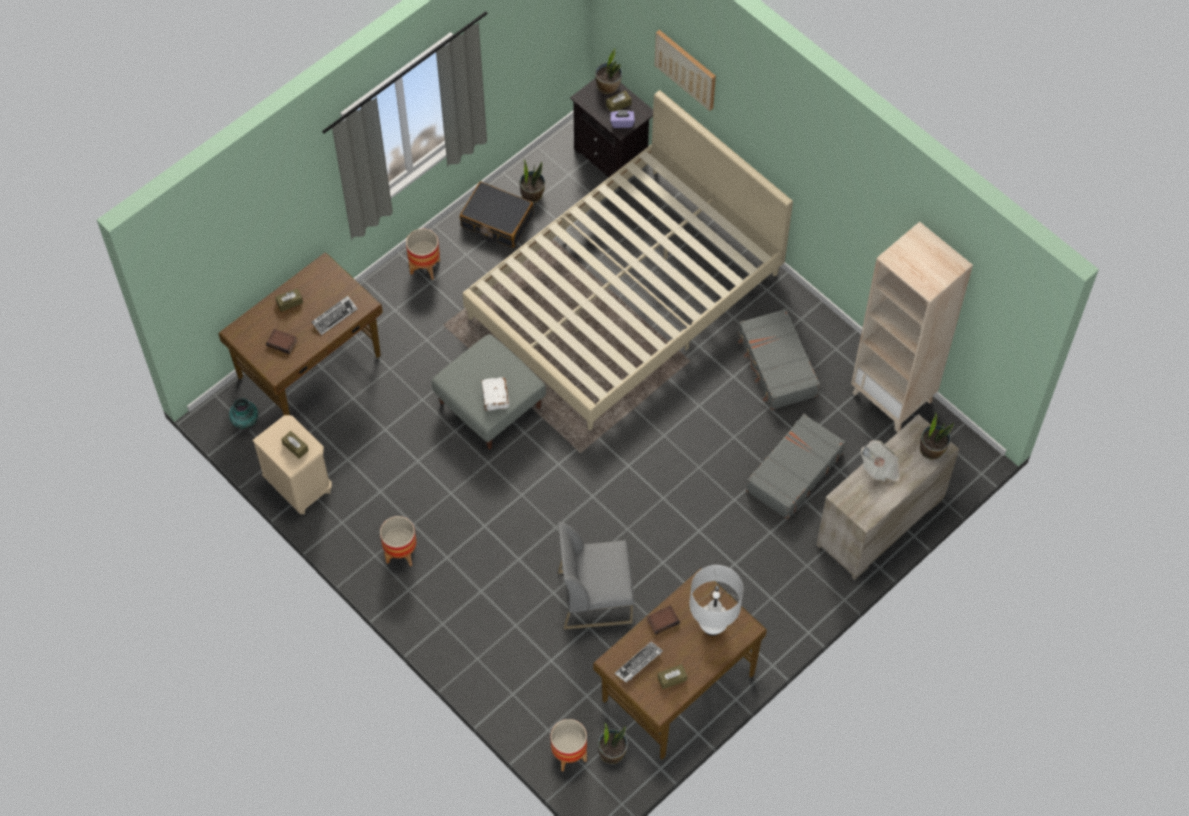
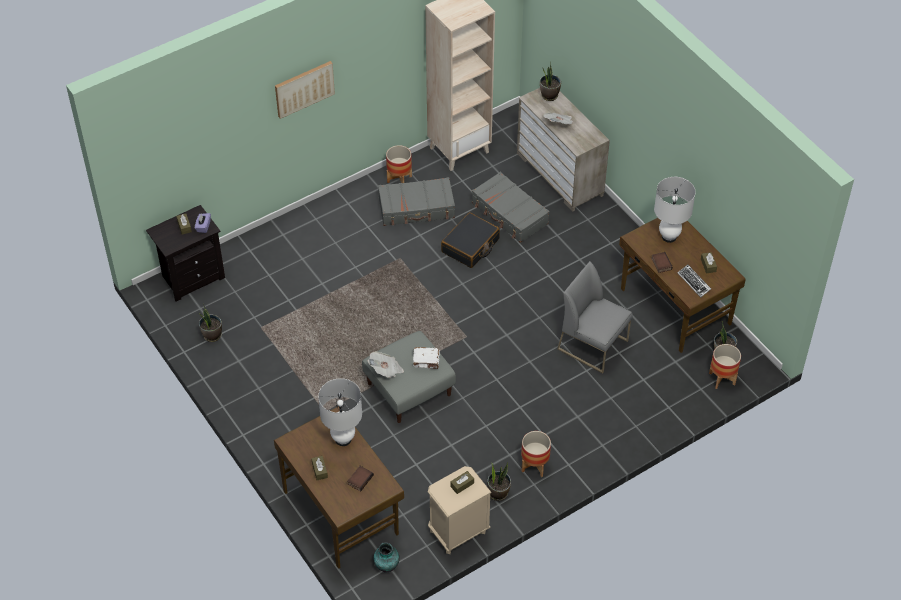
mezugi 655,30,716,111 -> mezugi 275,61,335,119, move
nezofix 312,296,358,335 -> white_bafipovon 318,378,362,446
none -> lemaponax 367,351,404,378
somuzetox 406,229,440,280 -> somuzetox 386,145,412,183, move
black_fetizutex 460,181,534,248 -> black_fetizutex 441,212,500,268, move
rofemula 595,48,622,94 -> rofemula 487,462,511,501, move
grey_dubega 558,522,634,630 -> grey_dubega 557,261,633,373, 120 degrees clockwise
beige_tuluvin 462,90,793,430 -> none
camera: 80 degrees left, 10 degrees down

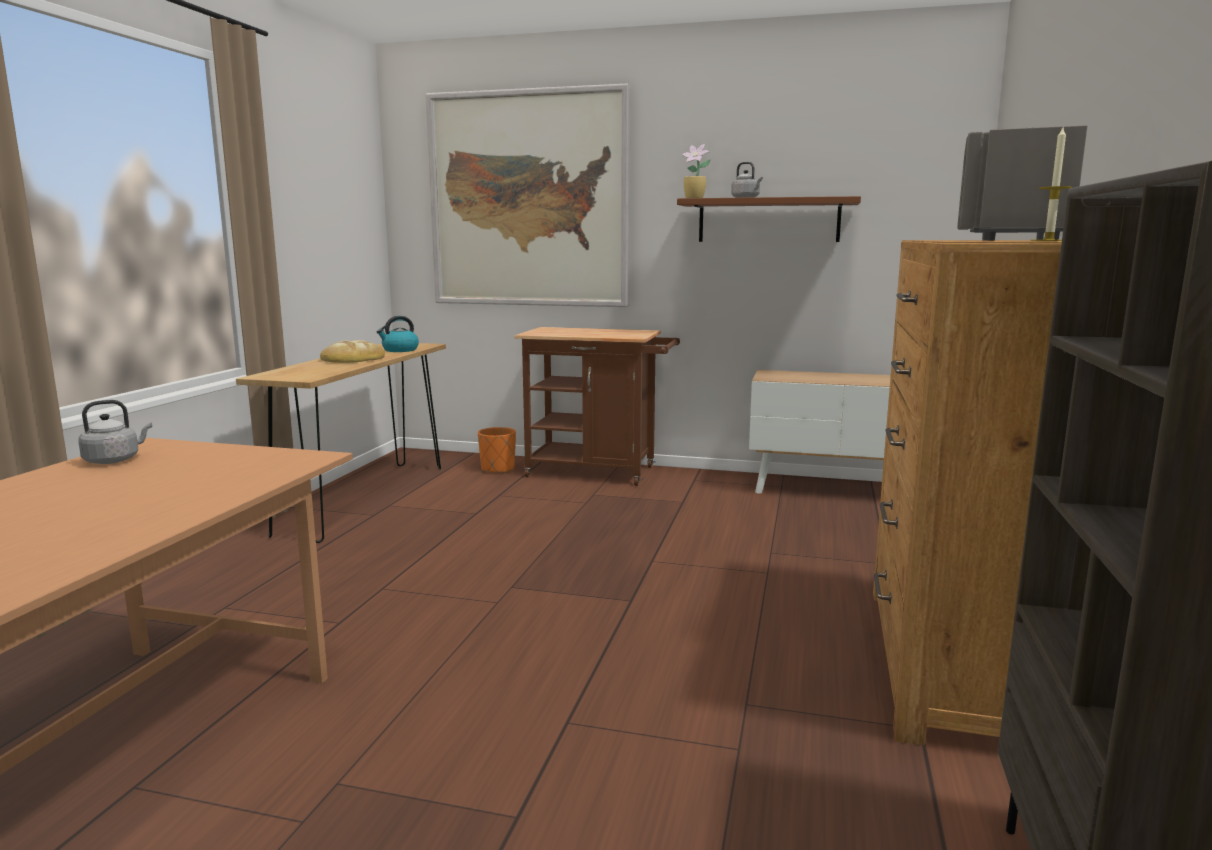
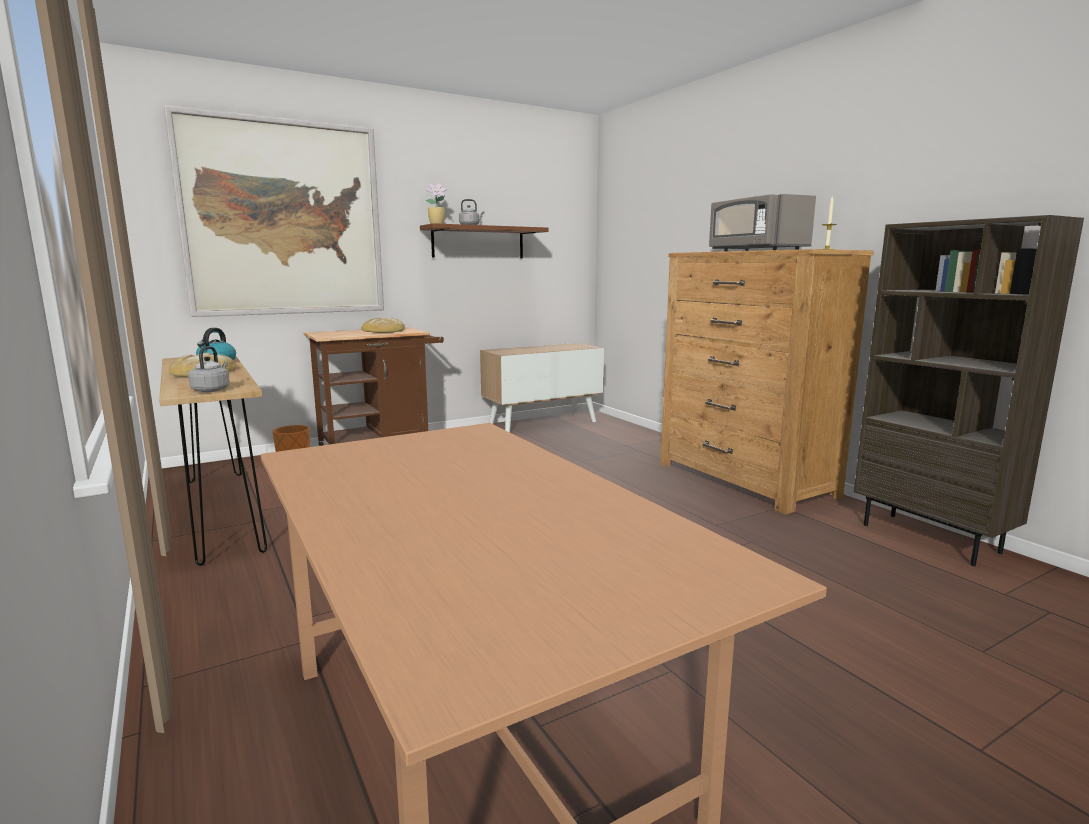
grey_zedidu 78,400,152,464 -> grey_zedidu 188,346,230,392, move
none -> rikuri 362,318,405,333
camera: 45 degrees left, 0 degrees up

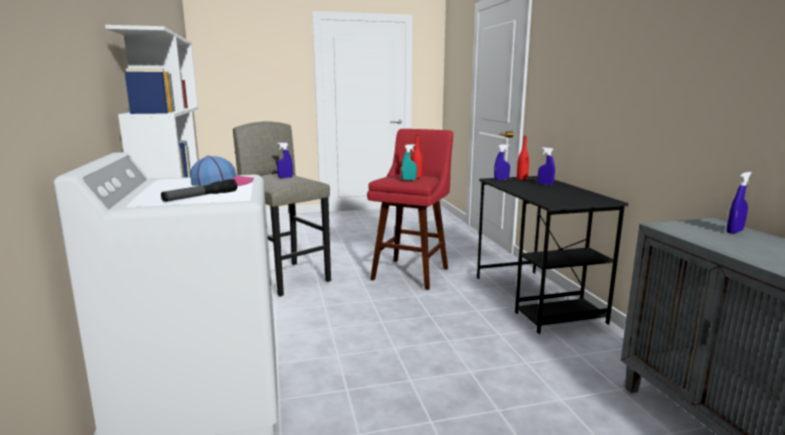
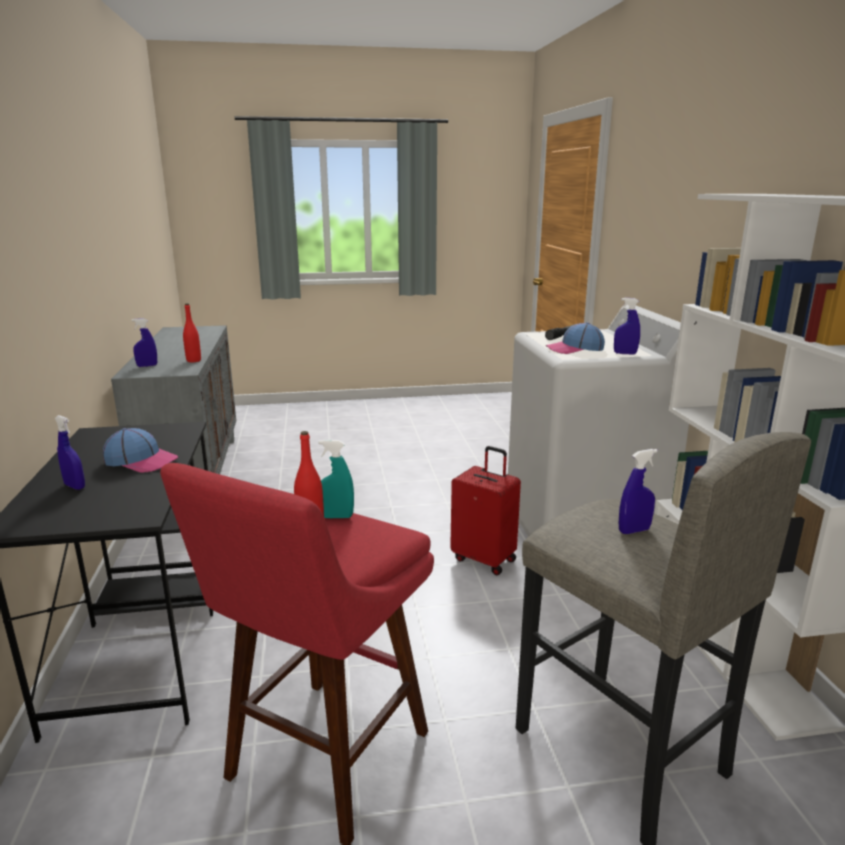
none -> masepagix 103,428,178,473
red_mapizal 517,136,529,180 -> red_mapizal 183,303,201,362, move
none -> red_fetizutex 450,446,521,575
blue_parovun 494,144,510,180 -> blue_parovun 614,298,640,354, move
camera: 175 degrees left, 5 degrees up

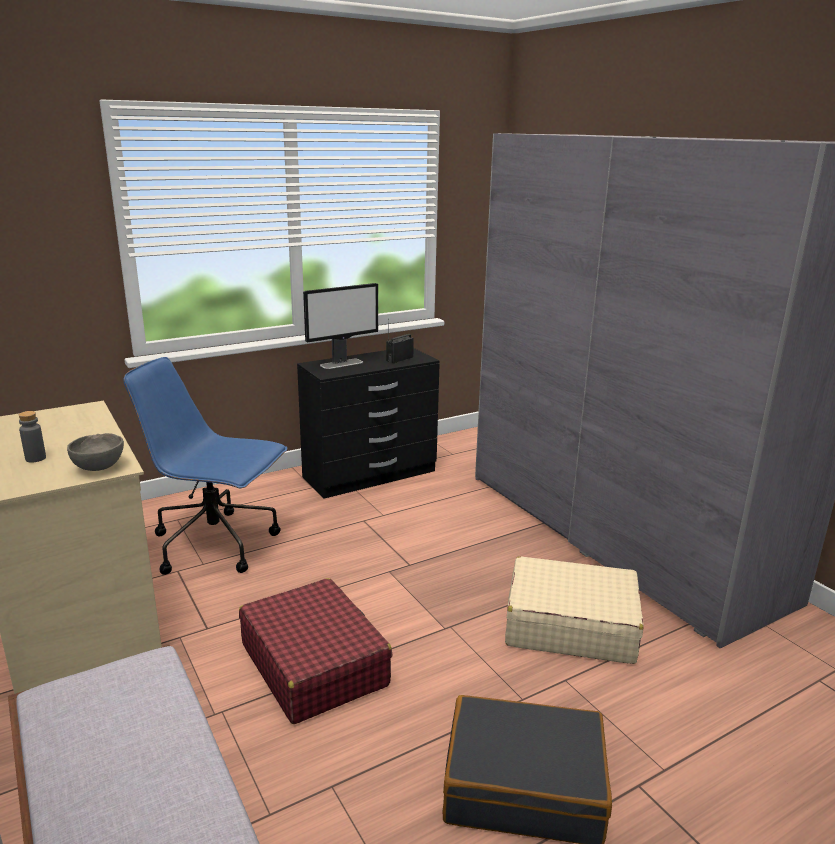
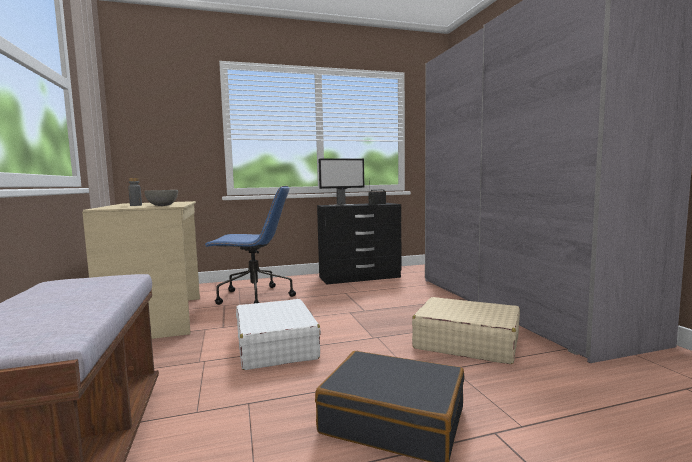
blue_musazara 123,357,287,575 -> blue_musazara 204,186,296,305, 150 degrees clockwise
red_fetizutex 239,578,392,724 -> white_fetizutex 236,299,321,370
camera: 15 degrees right, 15 degrees down

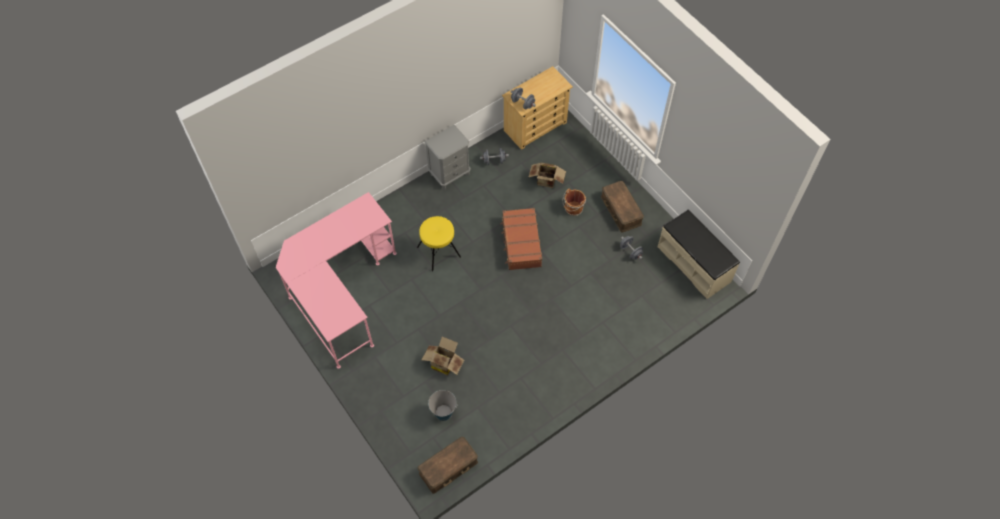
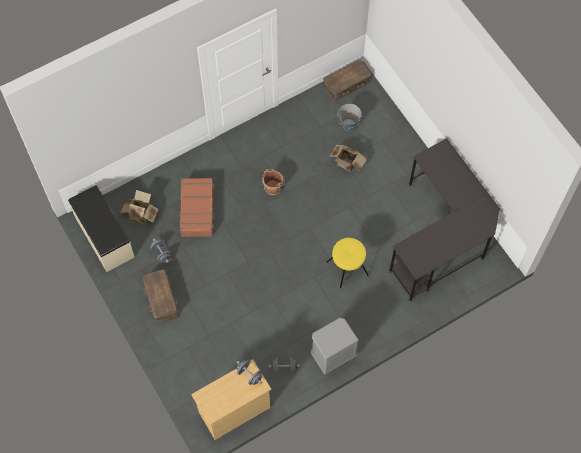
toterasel 529,163,566,188 -> toterasel 120,190,158,224, move
brown_fetizutex 500,208,542,270 -> brown_fetizutex 180,178,216,237, move
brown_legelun 562,188,586,216 -> brown_legelun 262,169,285,195, move
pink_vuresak 276,192,397,369 -> black_vuresak 389,138,500,302
camera: 175 degrees left, 5 degrees up

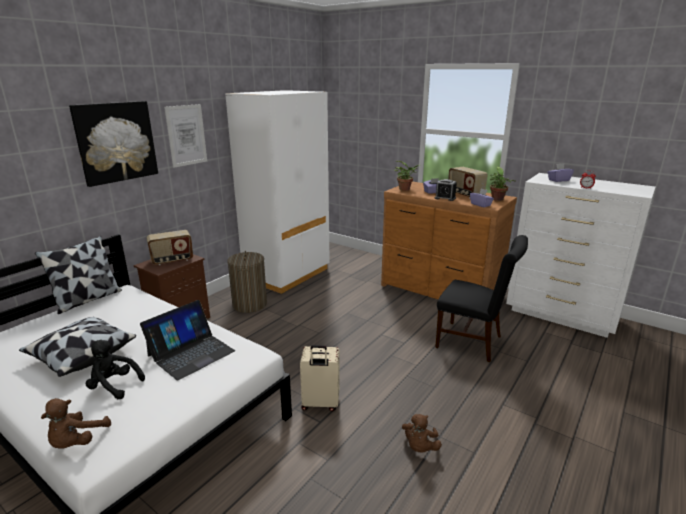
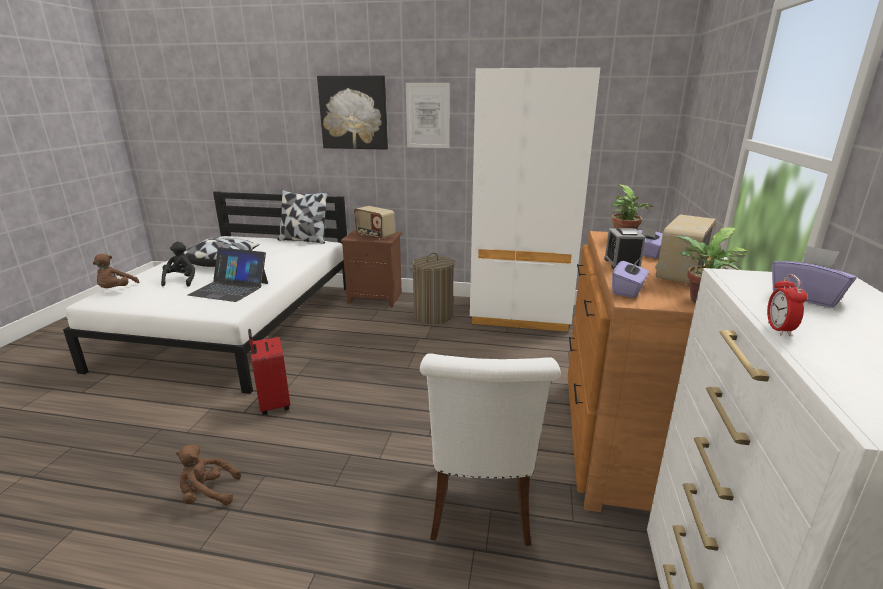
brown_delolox 41,398,111,448 -> brown_delolox 93,254,140,288, 75 degrees counterclockwise
beige_fetizutex 300,345,340,411 -> red_fetizutex 248,329,290,415
black_dubega 435,235,528,362 -> white_dubega 420,353,561,546
camera: 65 degrees right, 0 degrees up

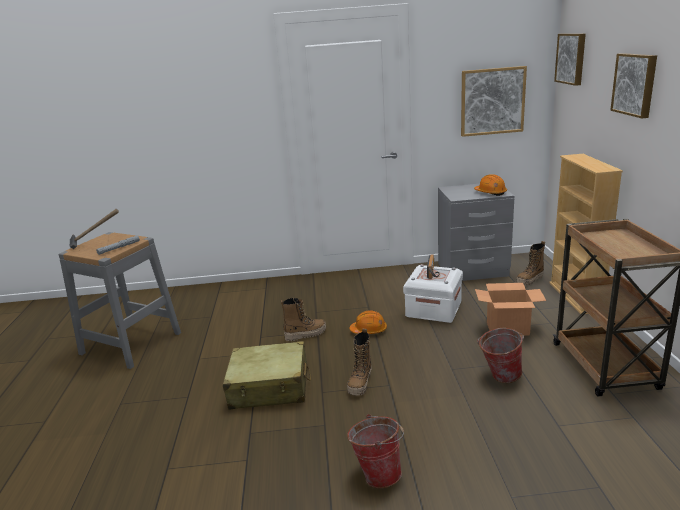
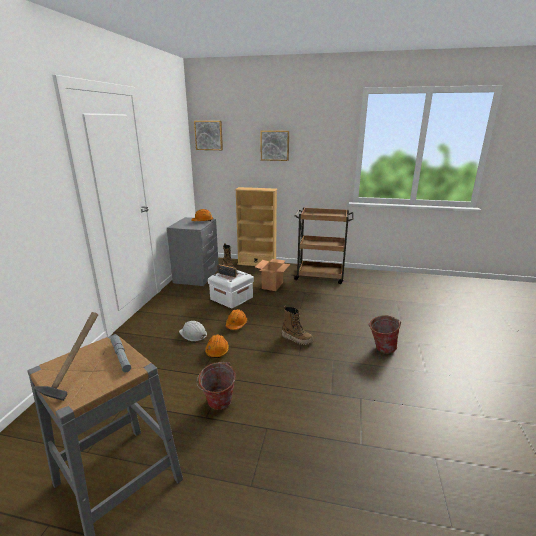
none -> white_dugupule 179,321,207,341
legelun 477,328,524,383 -> legelun 197,362,236,410, move
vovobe 281,298,326,341 -> orange_dugupule 205,335,229,358
beige_fetizutex 223,341,311,409 -> none
mezugi 461,66,527,137 -> none
camera: 75 degrees left, 0 degrees up

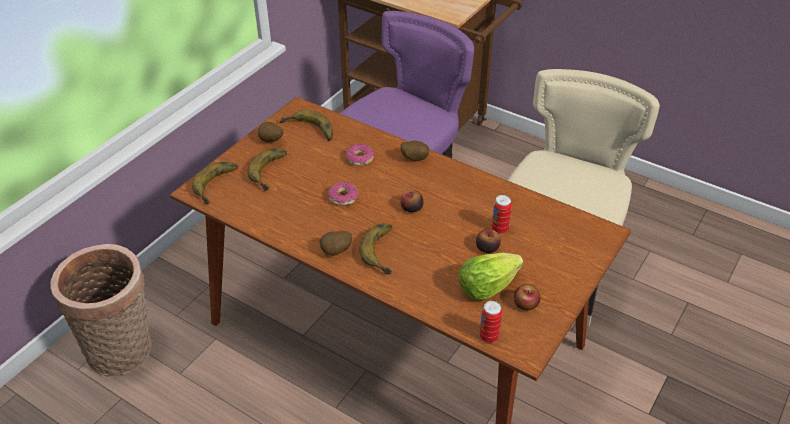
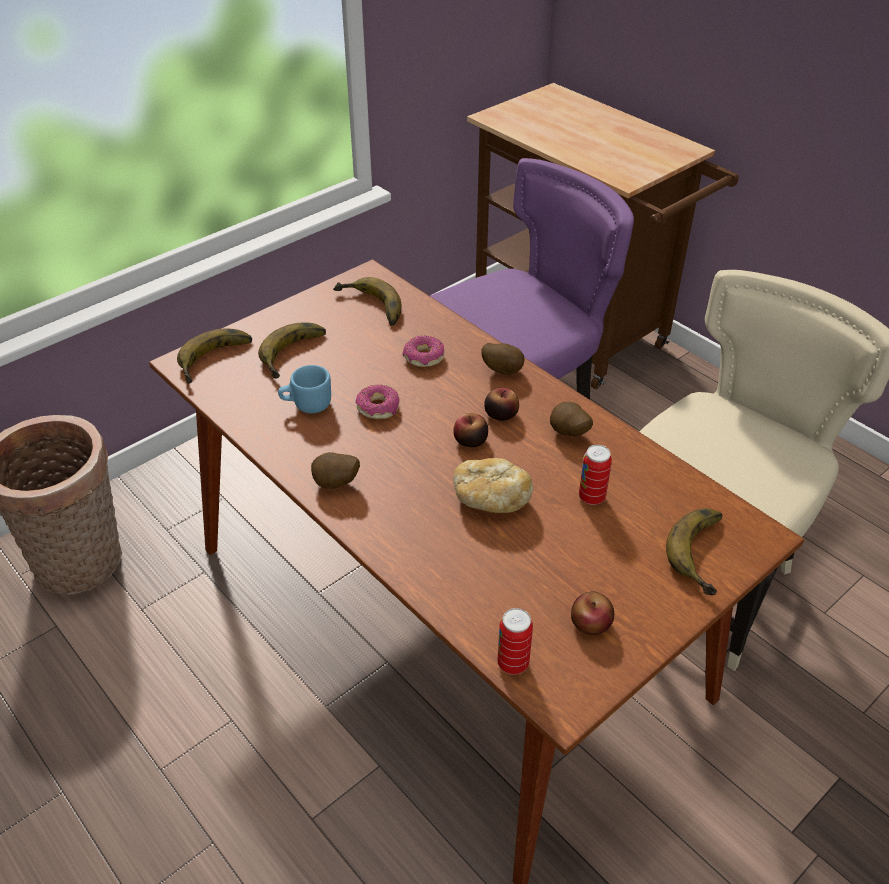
none -> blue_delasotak 278,365,331,413
none -> rikuri 453,458,533,513
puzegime 476,229,501,253 -> puzegime 484,388,519,421, move
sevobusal 258,122,283,142 -> sevobusal 550,402,593,437, move
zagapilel 359,223,392,275 -> zagapilel 666,508,722,595, move
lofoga 459,253,523,301 -> none
camera: 15 degrees right, 0 degrees up

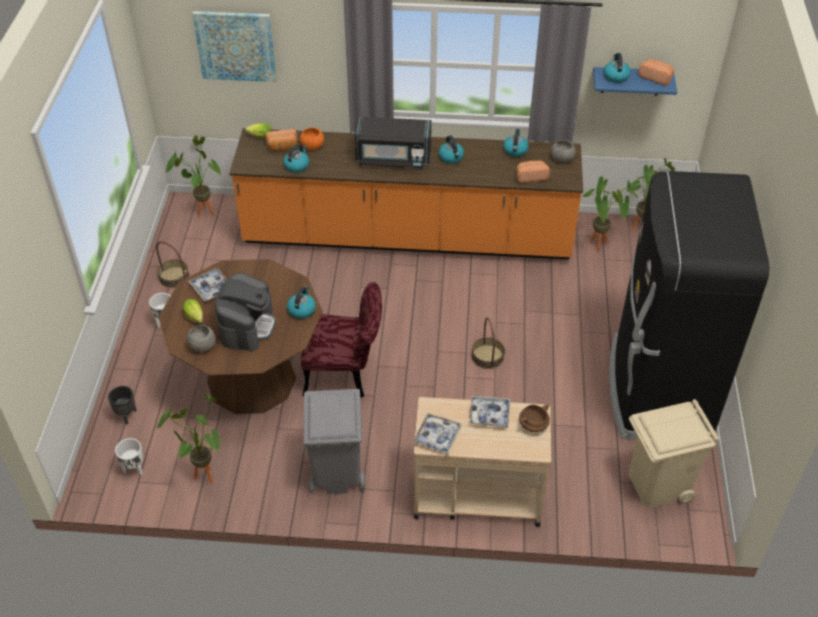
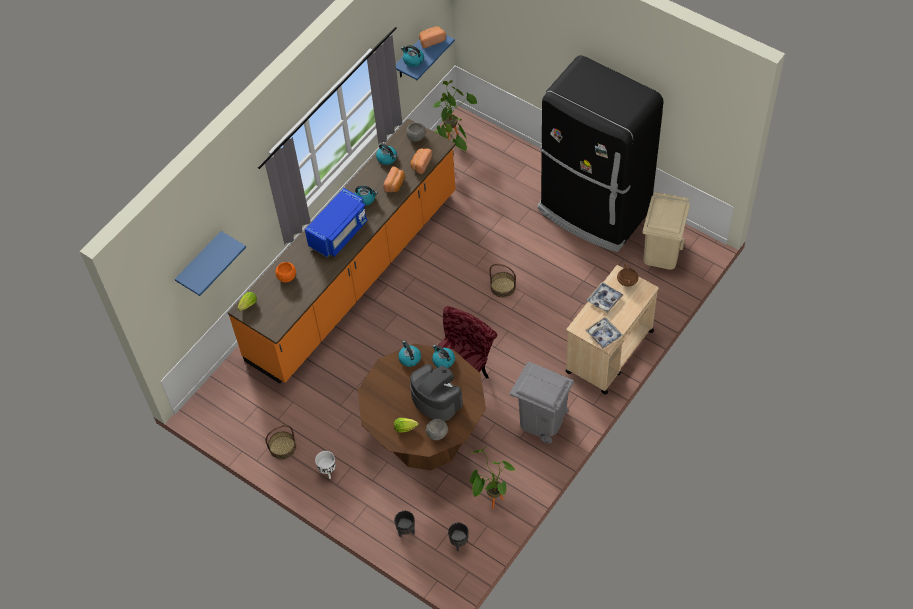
mezugi 192,11,277,82 -> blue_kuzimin 175,231,246,296
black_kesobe 354,117,432,168 -> blue_kesobe 305,188,368,258
rikuri 265,129,298,151 -> rikuri 383,167,405,192, move
zedidu 283,144,309,173 -> zedidu 398,340,421,367, move
white_somuzetox 115,438,144,475 -> black_somuzetox 448,523,468,551
rofemula 166,135,222,218 -> none
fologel 188,268,227,301 -> none
camera: 55 degrees left, 10 degrees up

